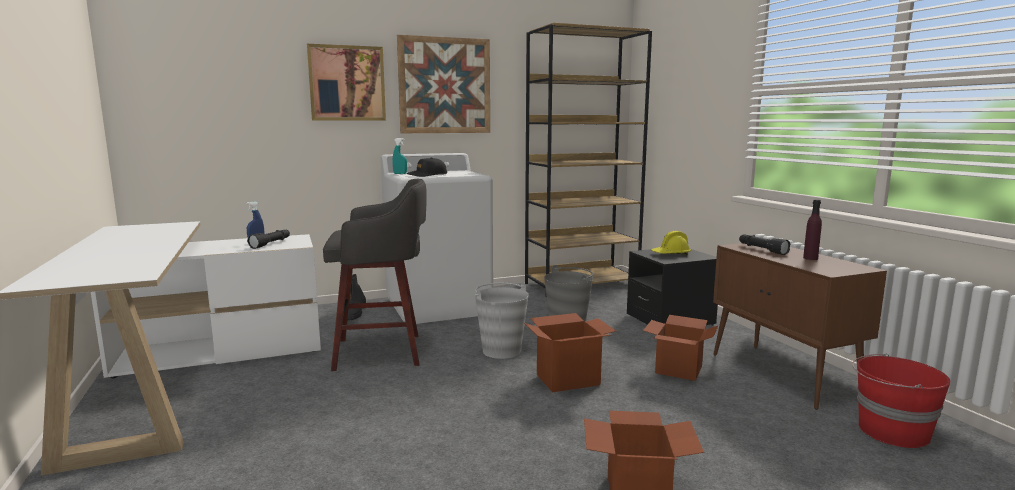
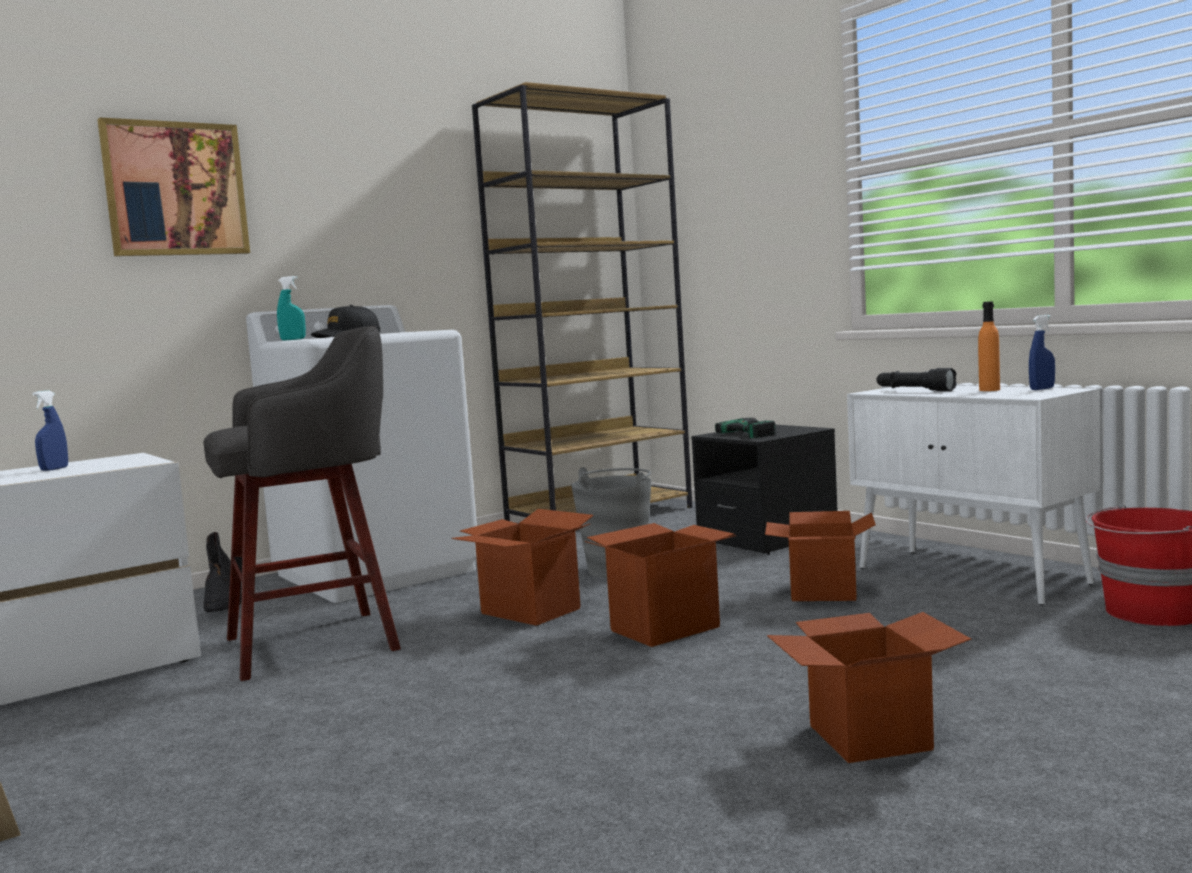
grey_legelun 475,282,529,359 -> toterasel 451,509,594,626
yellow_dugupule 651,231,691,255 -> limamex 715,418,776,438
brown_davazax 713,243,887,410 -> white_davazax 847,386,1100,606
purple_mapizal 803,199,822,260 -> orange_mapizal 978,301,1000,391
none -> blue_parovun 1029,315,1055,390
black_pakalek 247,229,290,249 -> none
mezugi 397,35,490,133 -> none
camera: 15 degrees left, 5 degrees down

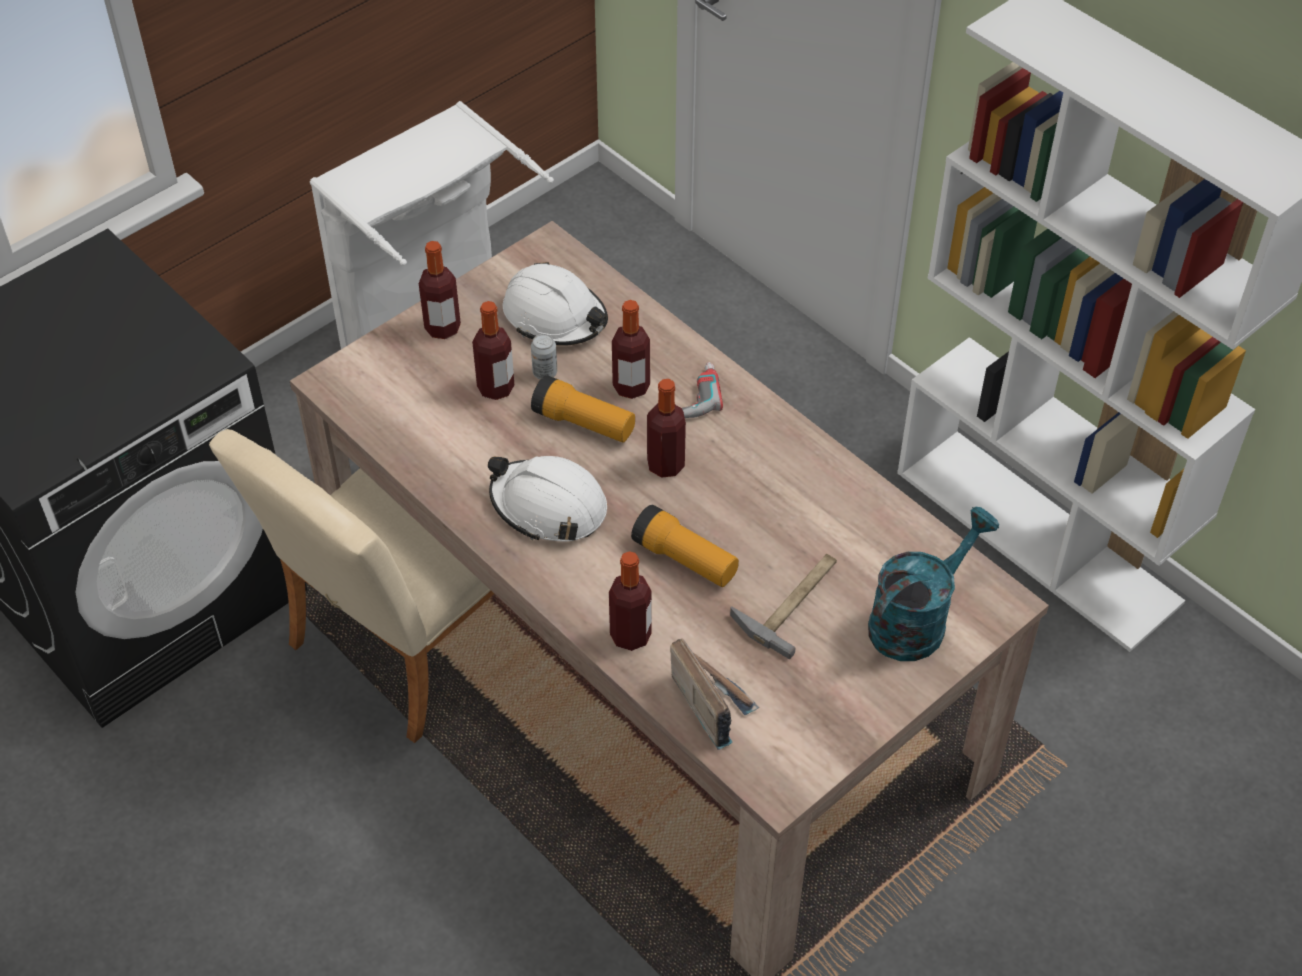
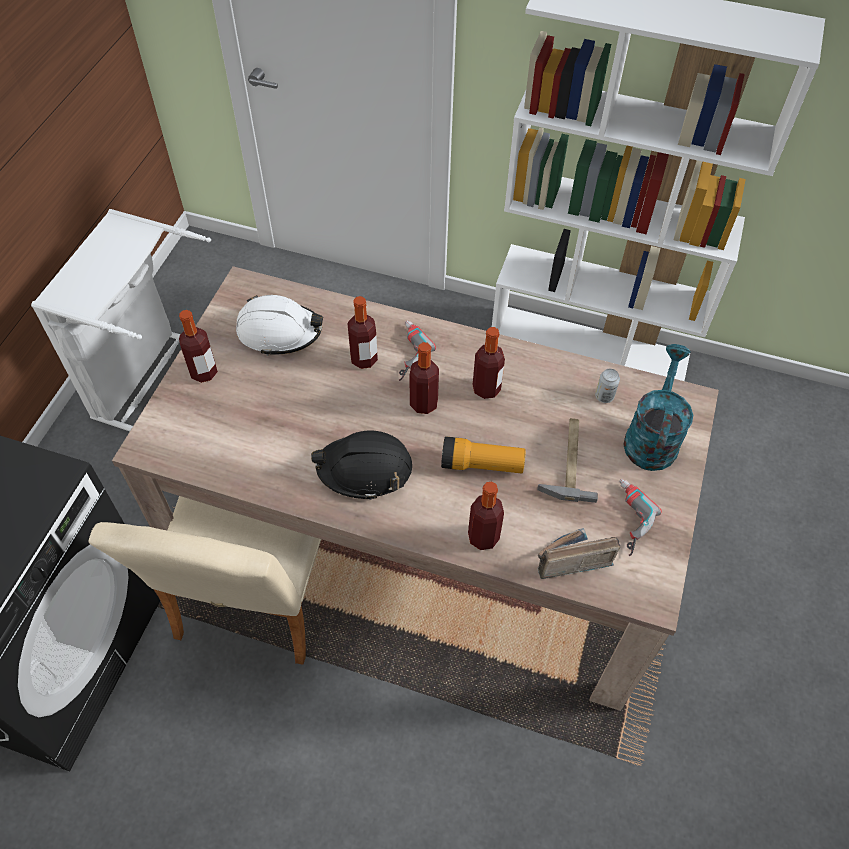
white_dugupule 488,456,607,541 -> black_dugupule 311,430,412,500
mapizal 472,301,514,400 -> mapizal 473,327,505,399, move
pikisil 670,638,759,750 -> pikisil 537,528,620,579, 45 degrees counterclockwise
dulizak 531,334,557,379 -> dulizak 595,369,620,403, move
none -> limamex 619,479,662,556
pakalek 531,375,635,443 -> none
camera: 30 degrees left, 5 degrees up

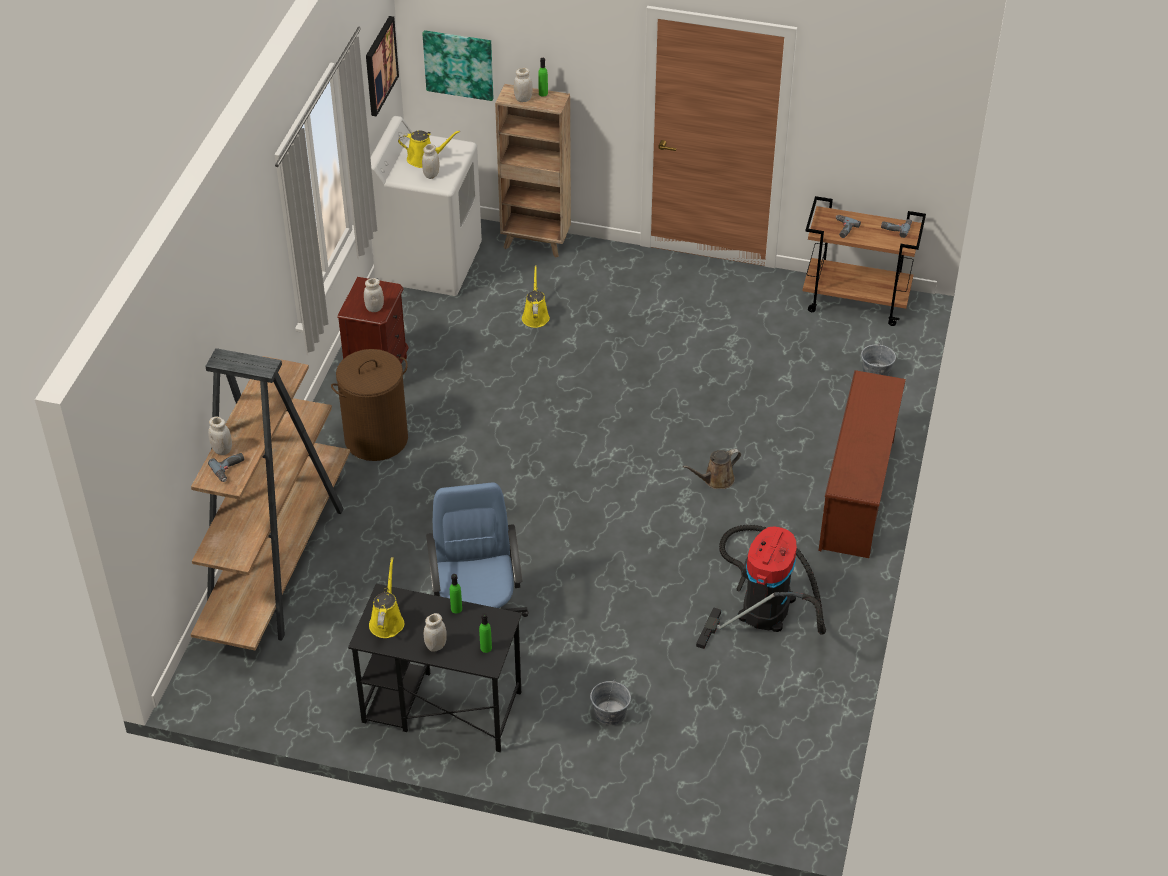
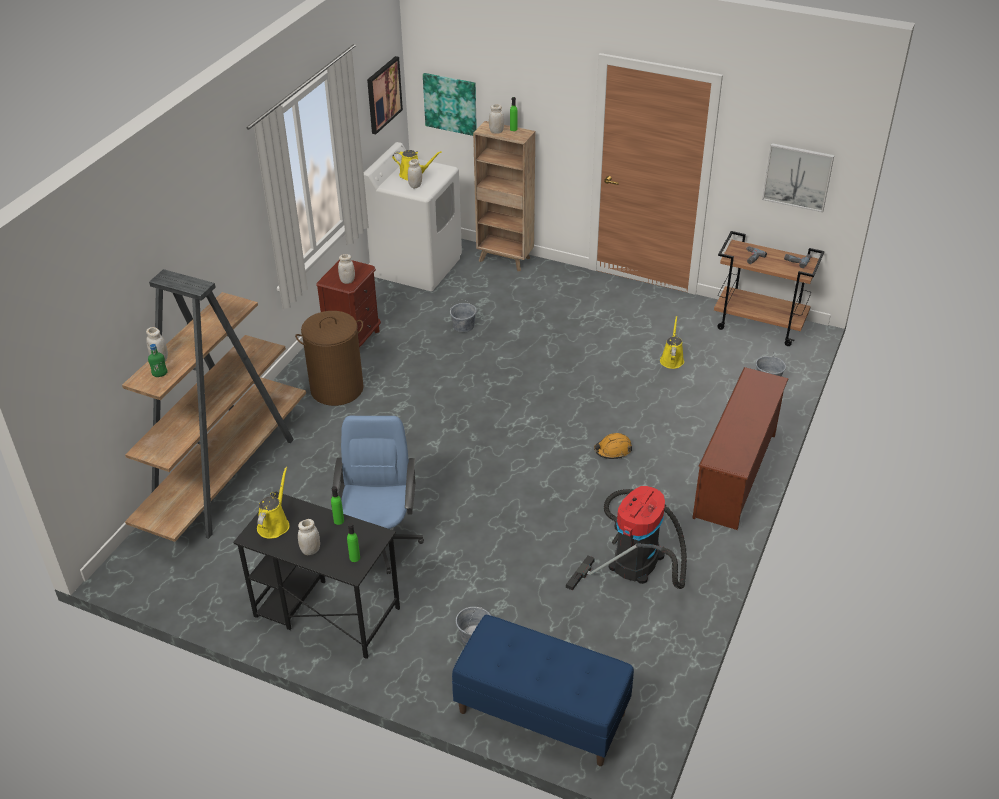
limamex 208,453,244,482 -> green_mapizal 148,344,168,377
none -> grey_legelun 450,300,477,332
none -> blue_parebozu 452,615,634,766
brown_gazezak 683,449,741,489 -> orange_dugupule 594,433,632,459
yellow_gazezak 522,265,550,328 -> yellow_gazezak 660,316,684,369, move
none -> mezugi 762,143,834,213
camera: 10 degrees right, 5 degrees down

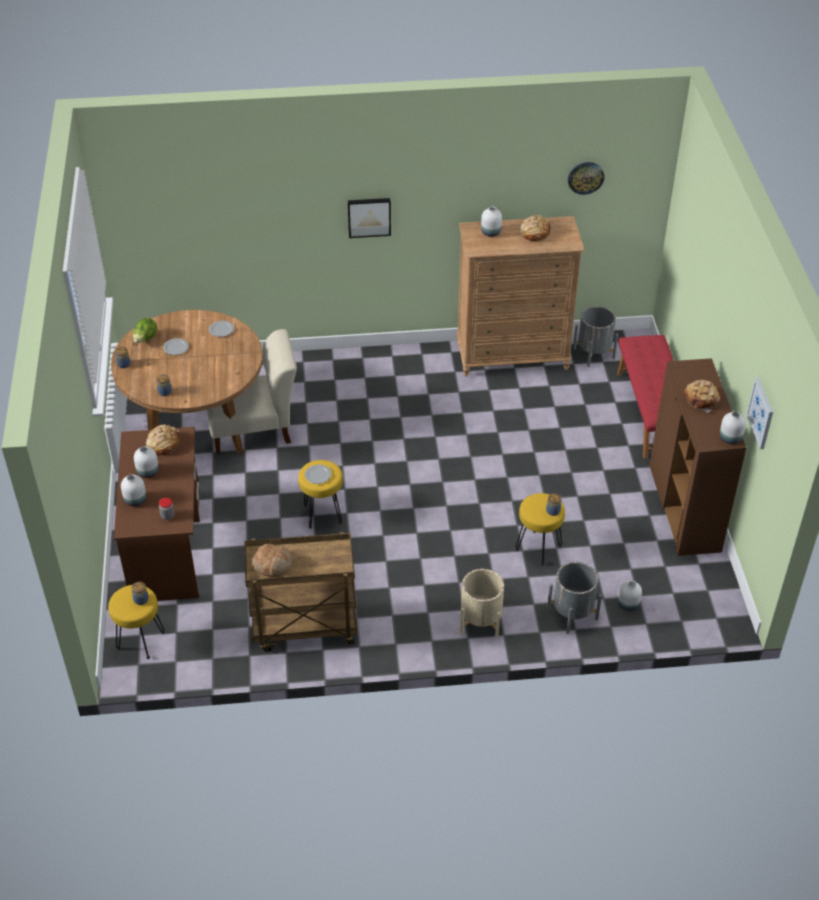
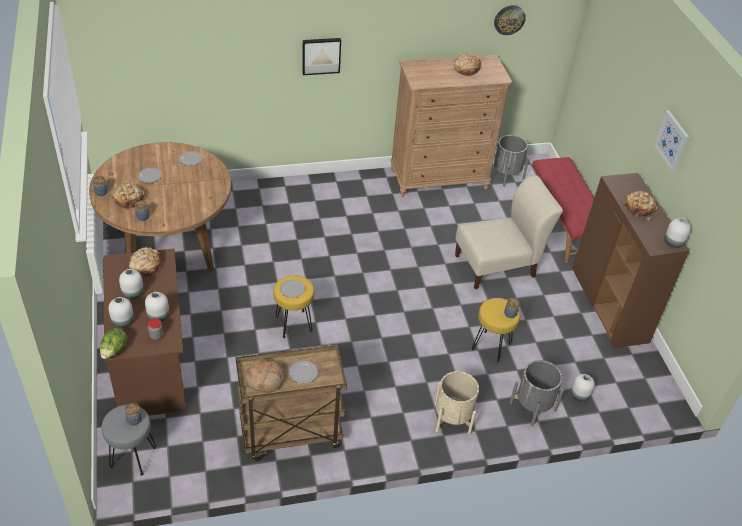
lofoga 133,318,157,343 -> lofoga 100,328,127,359, move
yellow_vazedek 108,585,165,659 -> grey_vazedek 101,404,156,476
none -> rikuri 112,183,144,209
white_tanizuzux 481,206,502,237 -> white_tanizuzux 145,292,169,322, move
none -> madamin 289,361,318,384
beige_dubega 206,329,297,453 -> beige_dubega 455,175,563,289, move
mezugi 746,378,773,449 -> mezugi 654,110,689,172, move
camera: 10 degrees left, 0 degrees up

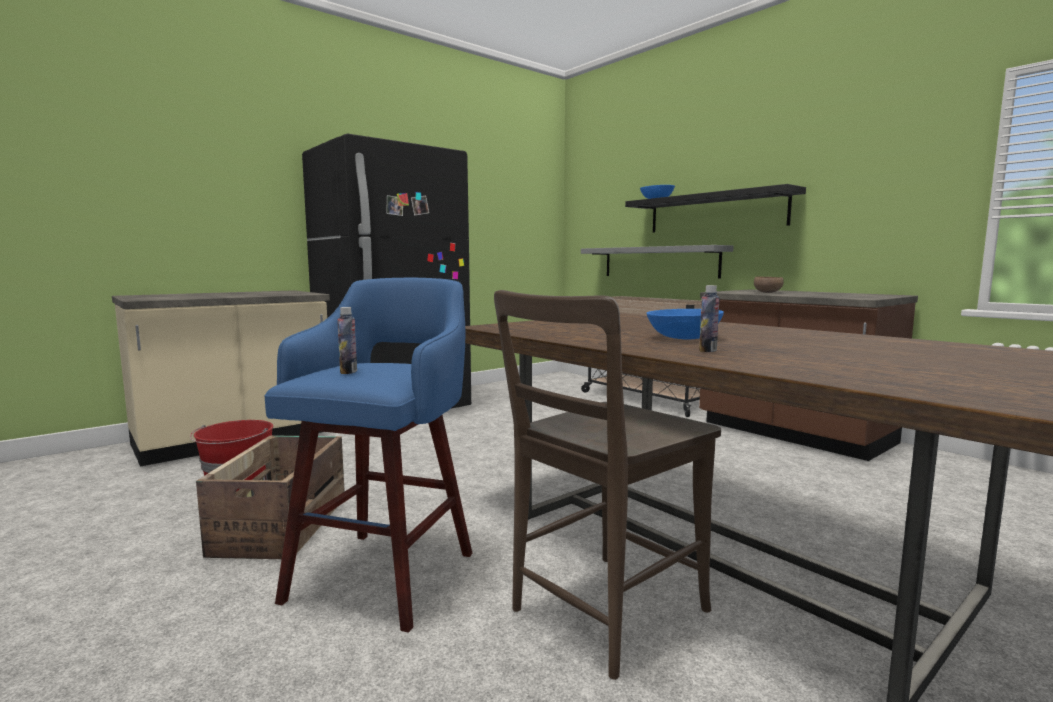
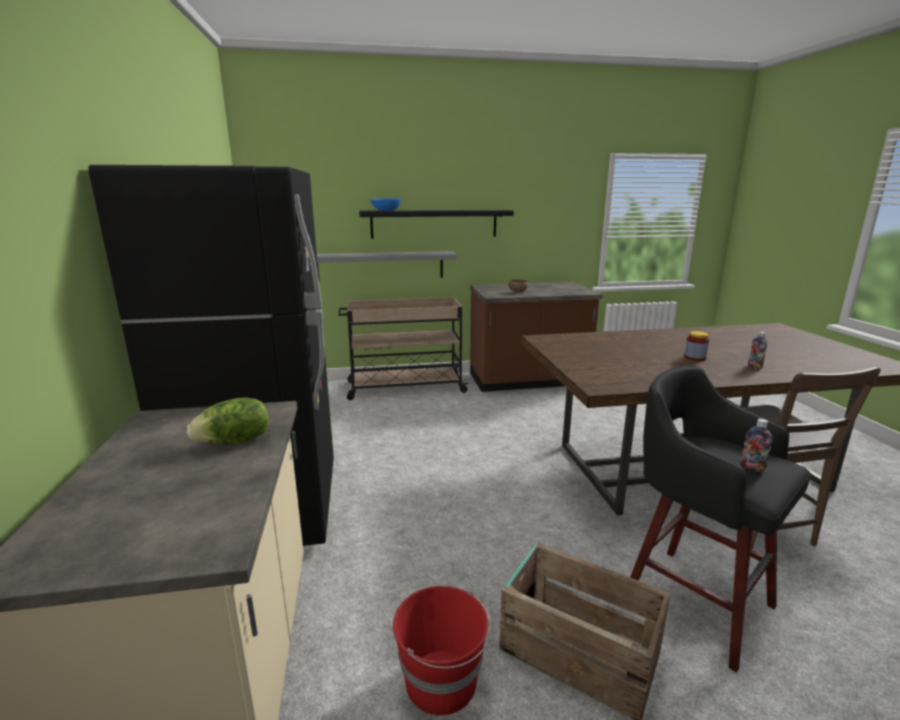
none -> lofoga 187,398,269,444
blue_vazedek 265,278,472,633 -> black_vazedek 630,366,811,672
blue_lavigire 647,309,724,339 -> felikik 684,331,709,361
camera: 60 degrees left, 10 degrees up

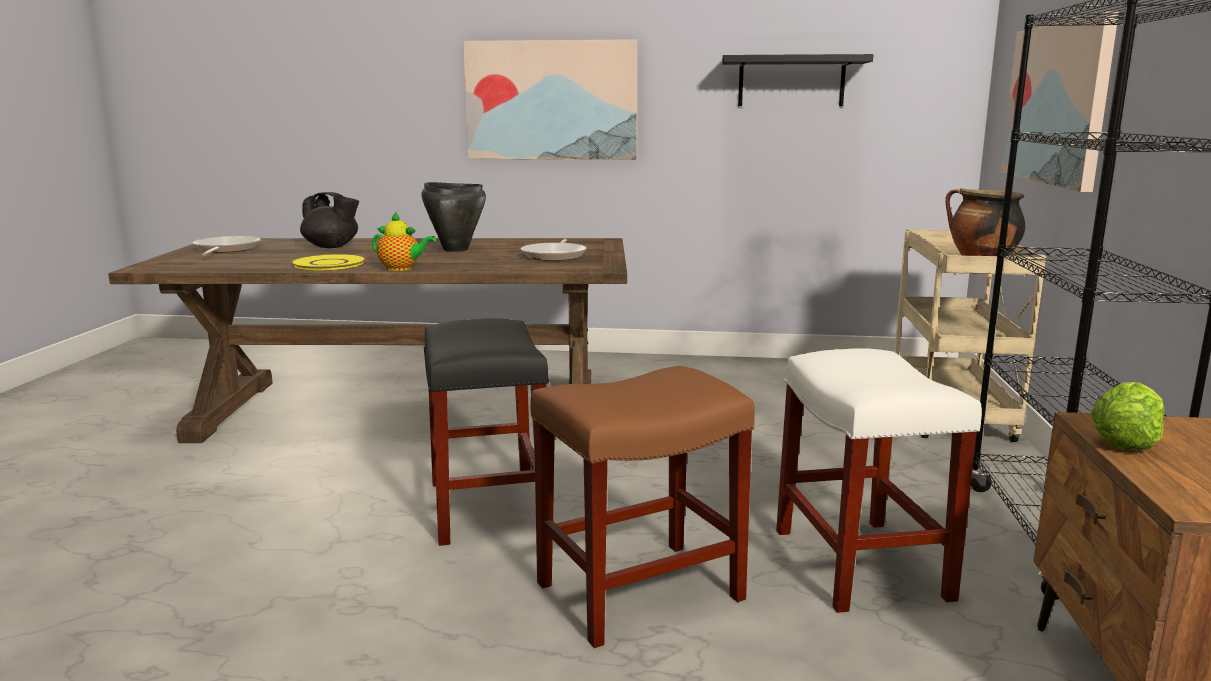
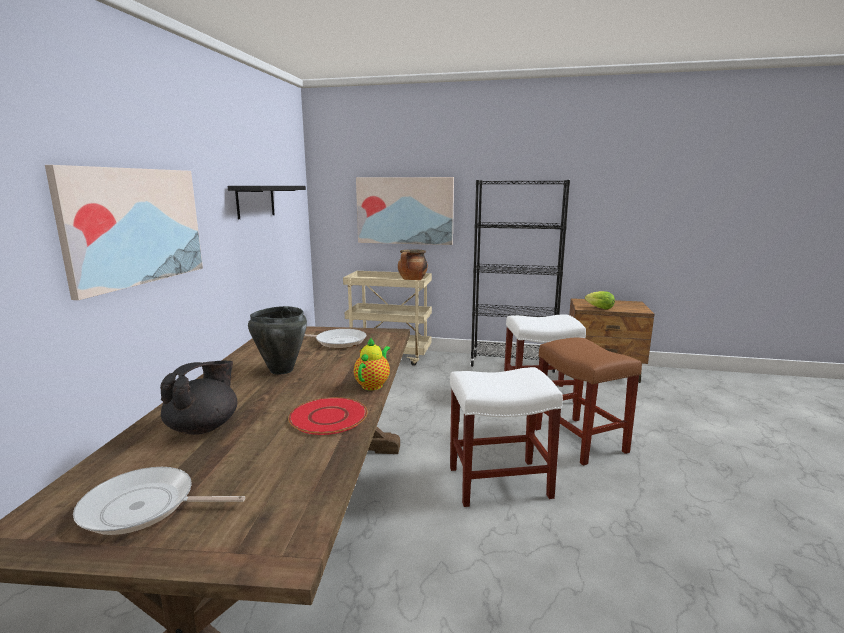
yellow_madamin 290,254,367,270 -> red_madamin 288,397,367,435
black_vazedek 424,318,550,546 -> white_vazedek 450,367,563,507
camera: 85 degrees left, 0 degrees up

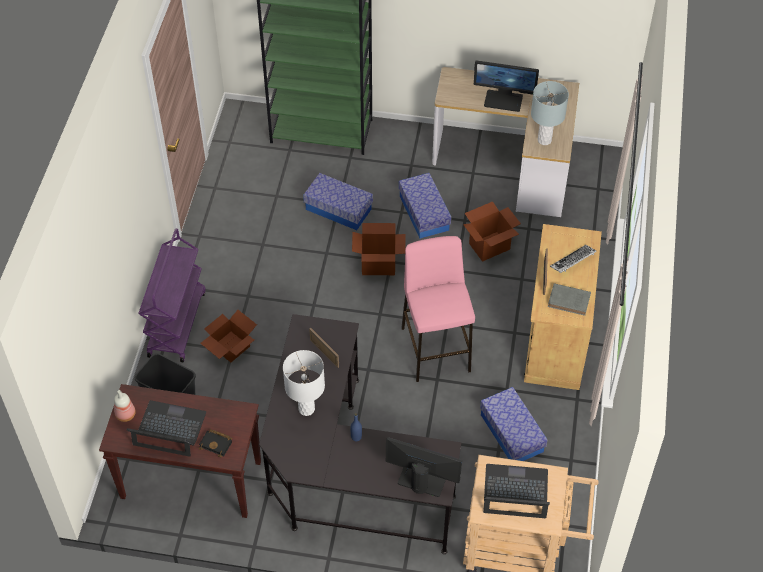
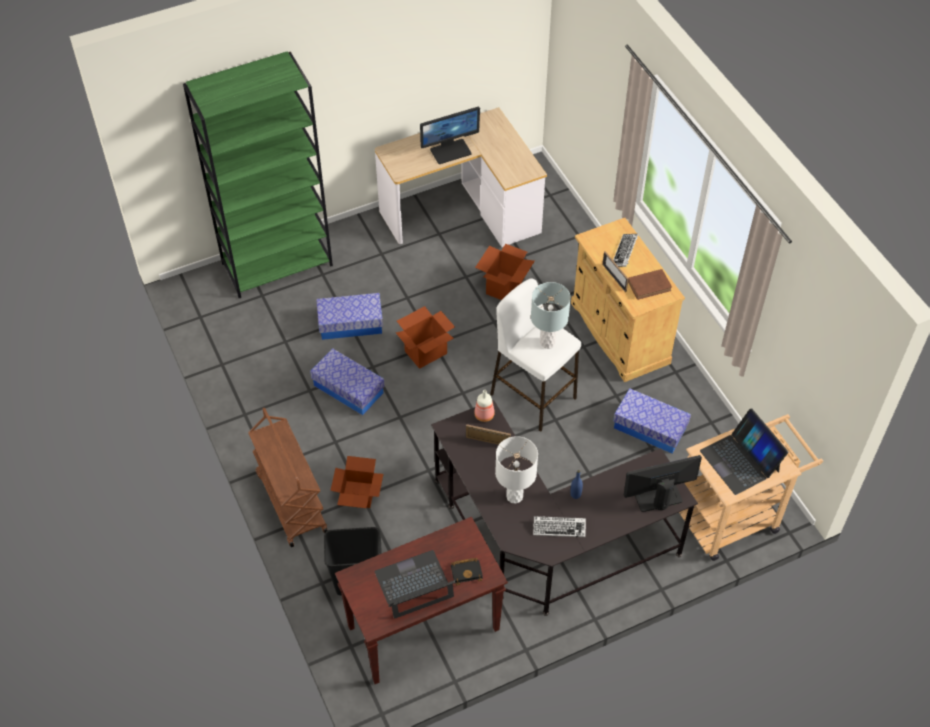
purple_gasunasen 139,228,206,362 -> brown_gasunasen 248,408,328,547
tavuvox 399,173,451,239 -> tavuvox 310,348,385,415, move
mapizal 114,390,136,422 -> mapizal 474,390,495,422, move
pink_vazedek 401,236,475,382 -> white_vazedek 490,278,581,432
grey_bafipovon 531,81,569,145 -> grey_bafipovon 531,282,571,349, move
none -> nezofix 533,516,586,537
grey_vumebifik 548,283,591,316 -> brown_vumebifik 628,269,672,300
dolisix 483,464,550,518 -> dolisix 700,408,788,495, 90 degrees counterclockwise
camera: 35 degrees left, 0 degrees up

